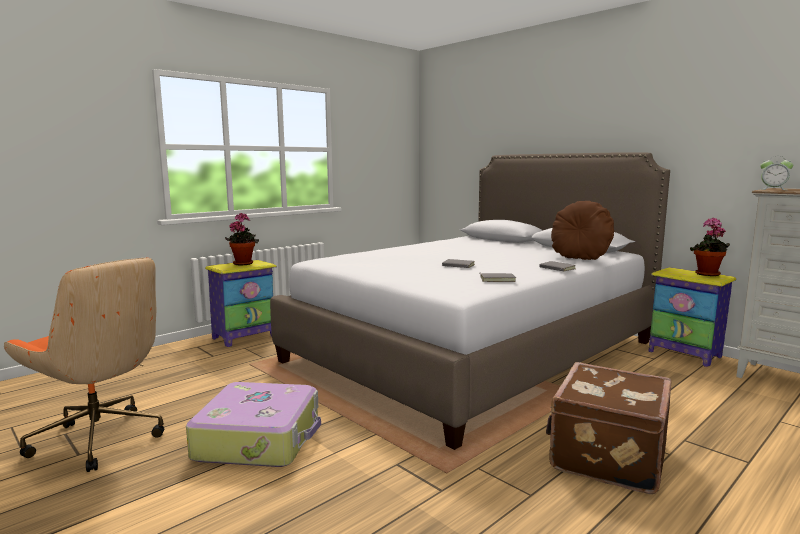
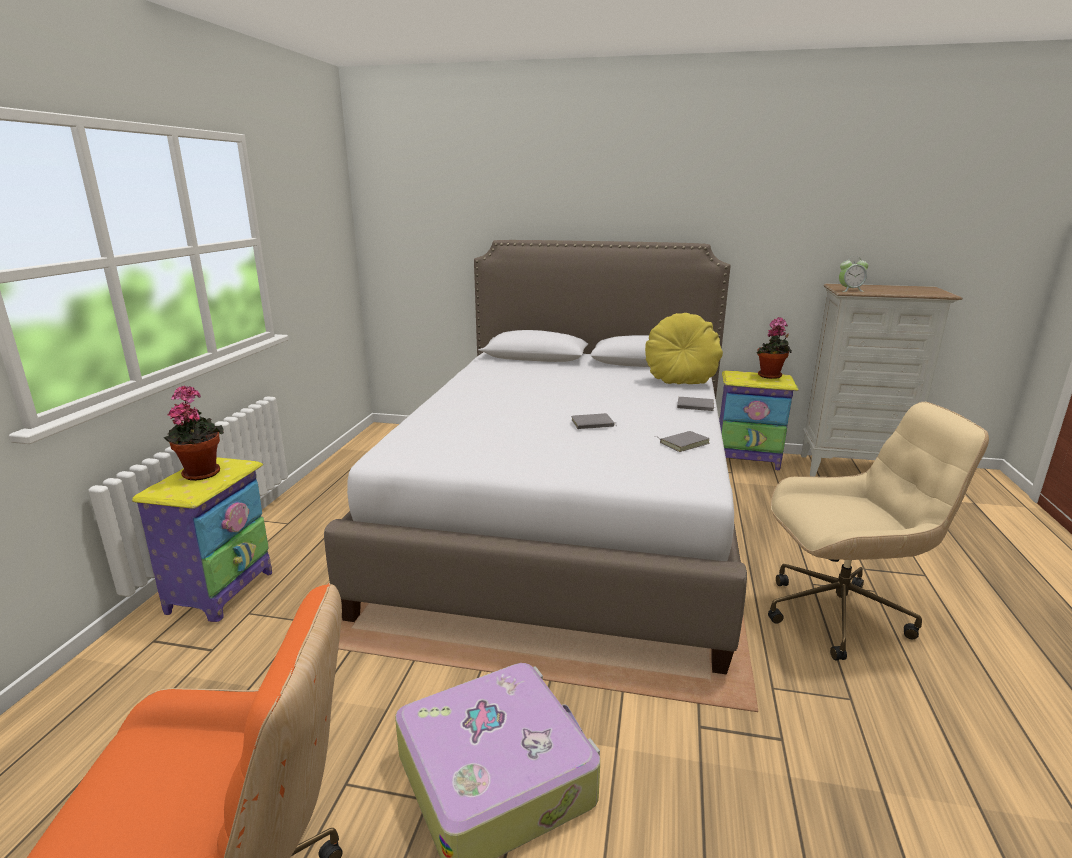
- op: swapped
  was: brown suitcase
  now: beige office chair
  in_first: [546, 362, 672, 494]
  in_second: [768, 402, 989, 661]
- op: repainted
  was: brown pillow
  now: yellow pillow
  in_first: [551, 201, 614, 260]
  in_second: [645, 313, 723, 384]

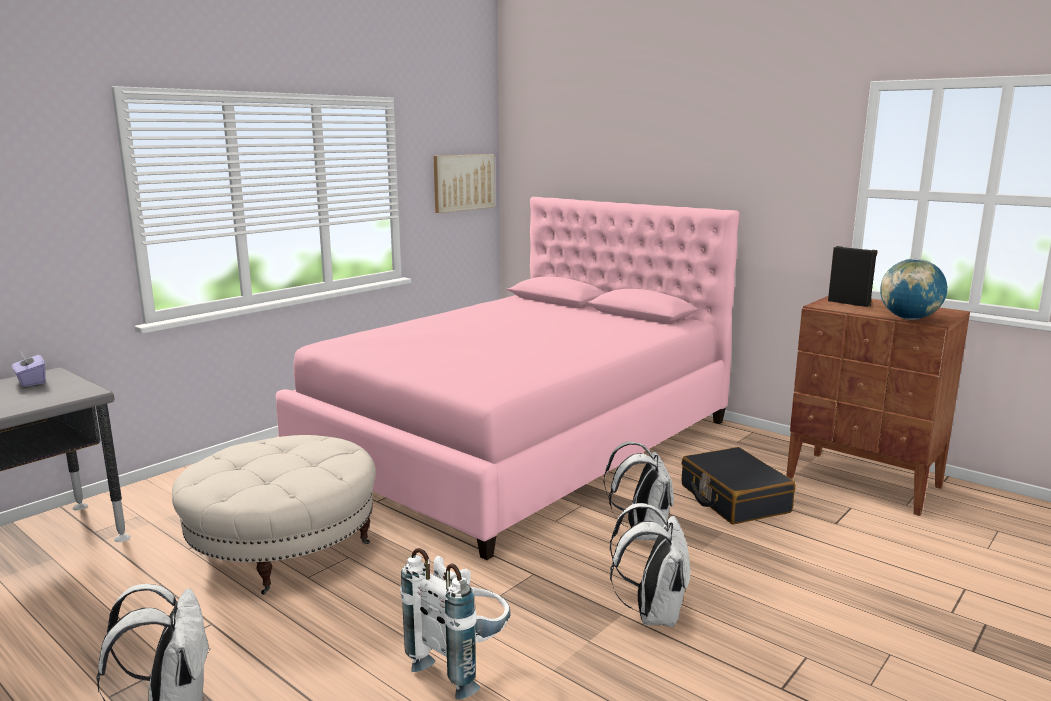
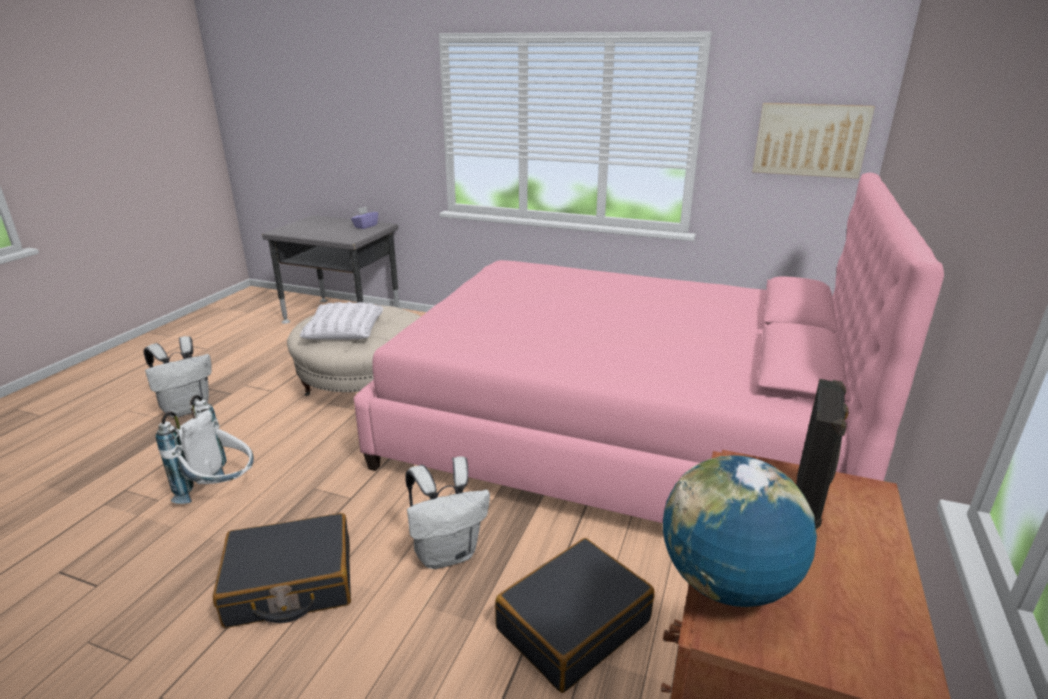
- op: swapped
  was: white backpack
  now: black suitcase
  in_first: [610, 503, 691, 628]
  in_second: [213, 513, 351, 628]
- op: new
  now: white pillow
  in_second: [300, 302, 383, 340]

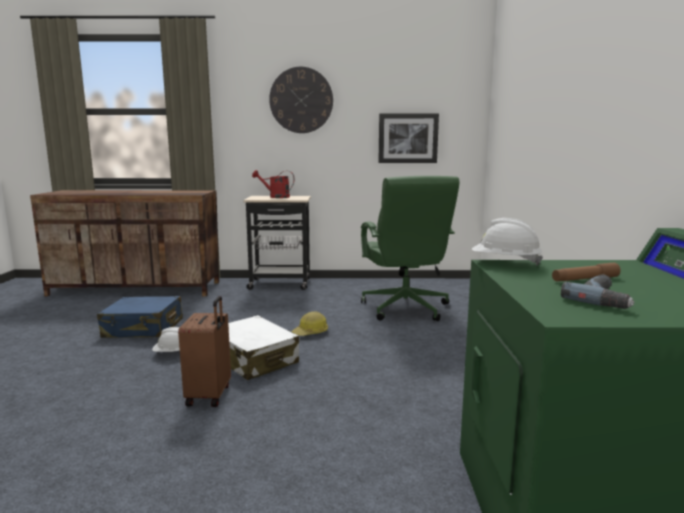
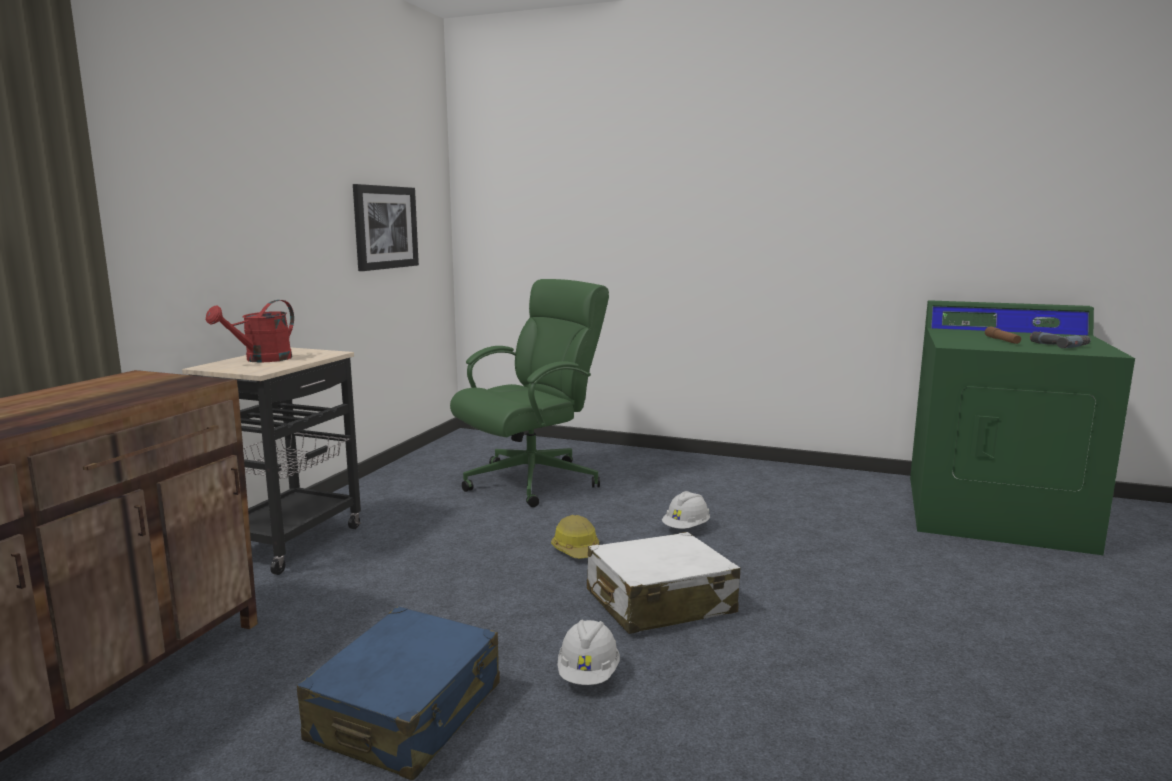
- op: gone
  was: brown suitcase
  in_first: [178, 296, 231, 407]
- op: gone
  was: wall clock
  in_first: [269, 67, 333, 133]
- op: rotated
  was: green office chair
  in_first: [361, 176, 460, 321]
  in_second: [450, 279, 609, 507]
  clockwise: -45
- op: shifted
  was: white hard hat
  in_first: [472, 218, 543, 265]
  in_second: [662, 491, 710, 529]

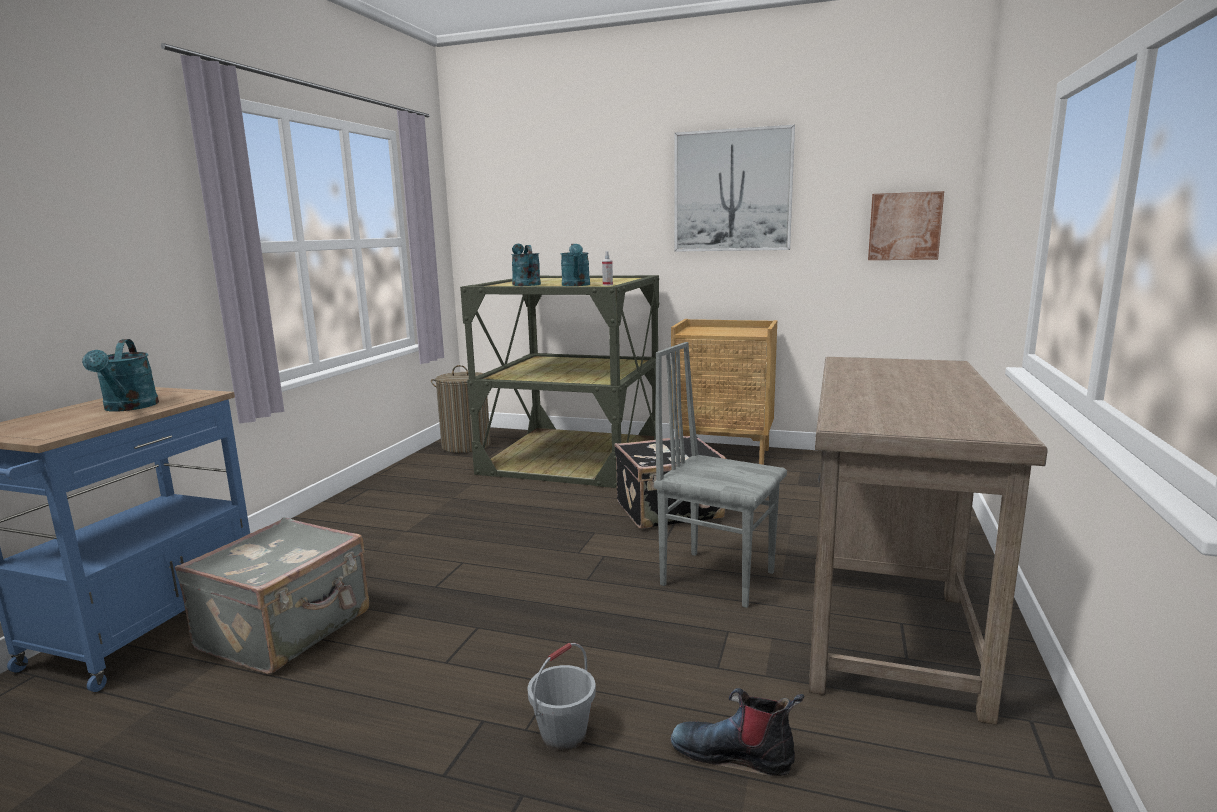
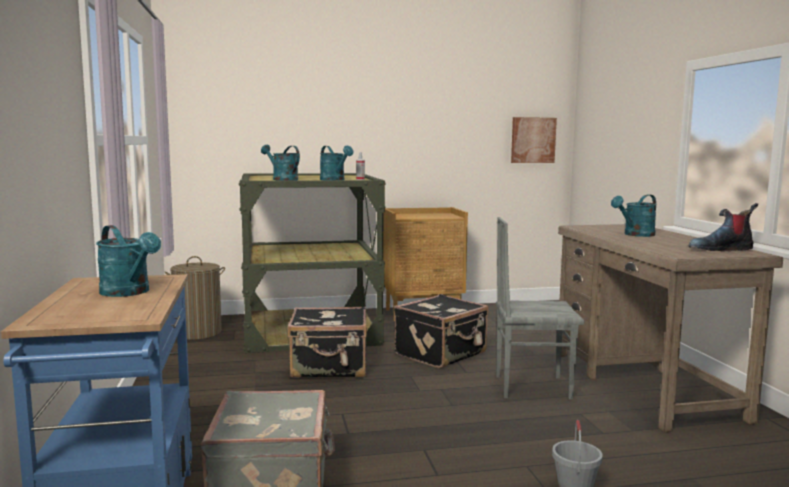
- op: shifted
  was: boot
  in_first: [671, 688, 804, 776]
  in_second: [688, 203, 758, 251]
- op: gone
  was: picture
  in_first: [675, 125, 795, 252]
- op: new
  now: black suitcase
  in_second: [287, 306, 367, 378]
- op: new
  now: turquoise watering can
  in_second: [611, 194, 657, 237]

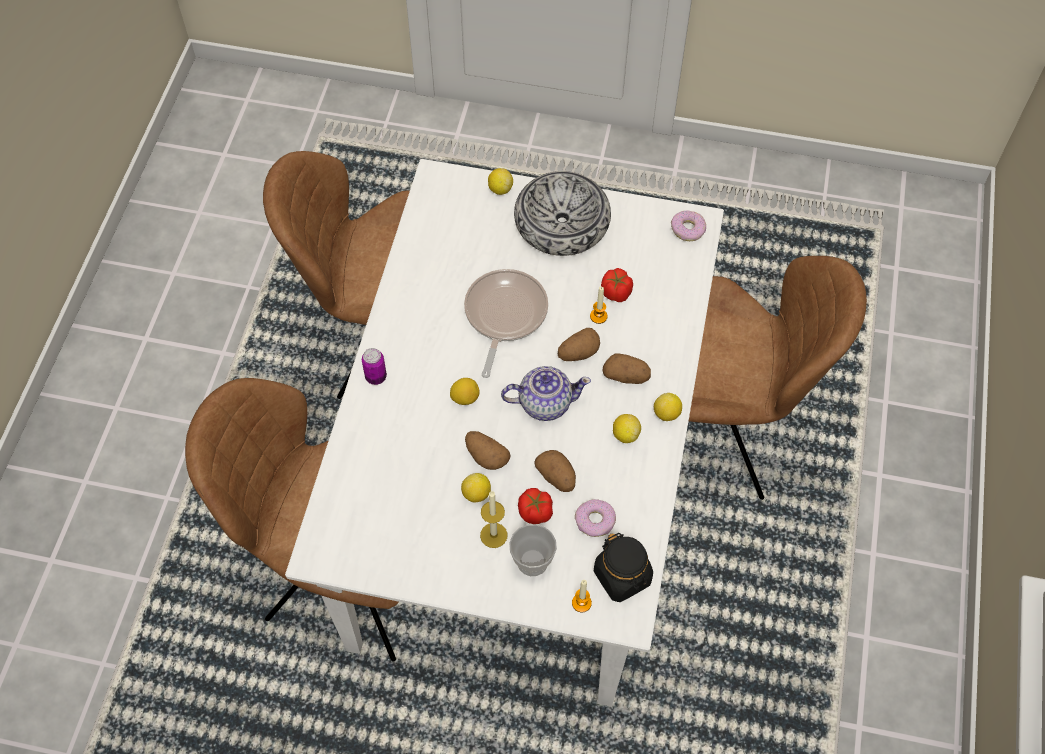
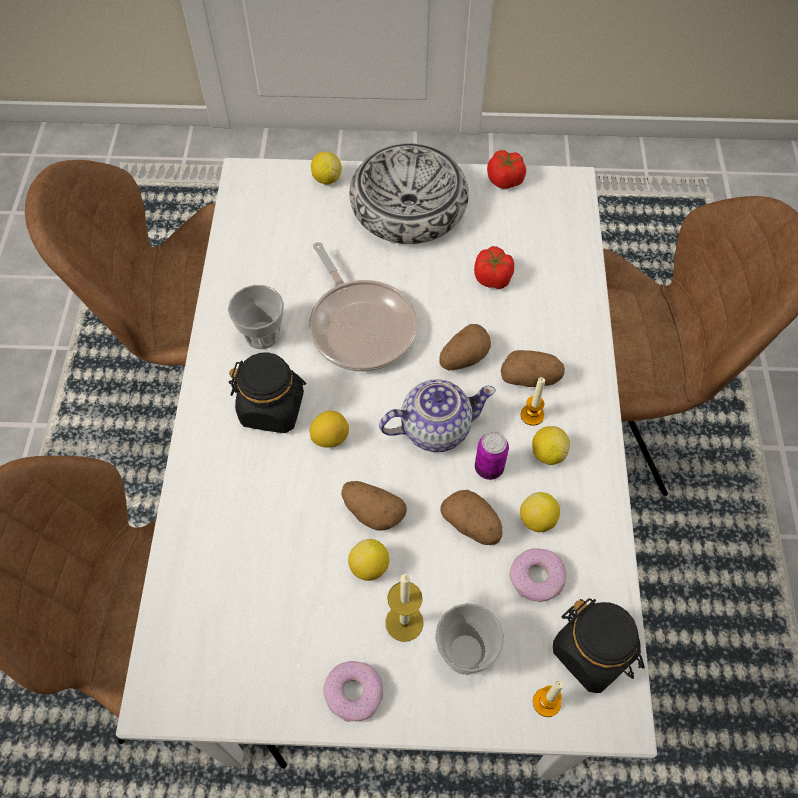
- op: shifted
  was: can
  in_first: [362, 348, 387, 385]
  in_second: [475, 431, 509, 480]
- op: rotated
  was: frying pan
  in_first: [464, 269, 548, 378]
  in_second: [309, 242, 417, 371]
  clockwise: 150
- op: shifted
  was: tomato
  in_first: [518, 488, 553, 524]
  in_second: [487, 150, 526, 189]
- op: shifted
  was: candle
  in_first: [590, 287, 608, 324]
  in_second: [521, 377, 545, 426]
- op: shifted
  was: lemon
  in_first: [654, 393, 682, 421]
  in_second: [520, 492, 560, 532]
- op: shifted
  was: donut
  in_first: [671, 210, 706, 241]
  in_second: [323, 661, 383, 722]
- op: new
  now: cup
  in_second: [228, 285, 284, 349]
- op: new
  now: black jar
  in_second: [229, 353, 306, 433]

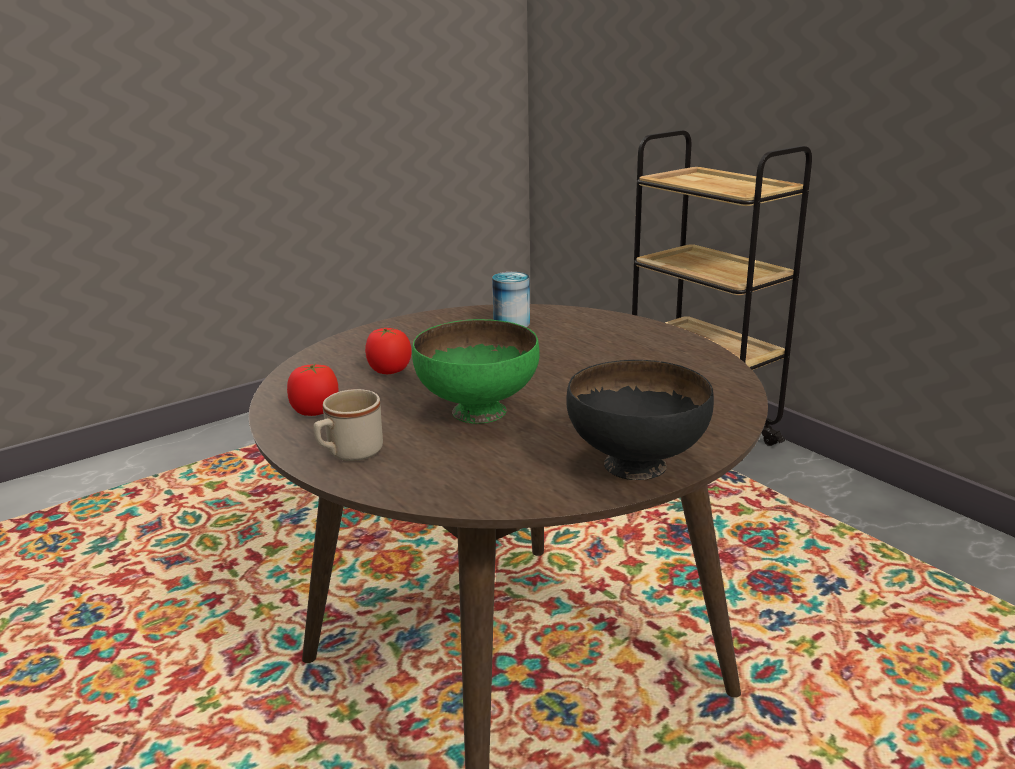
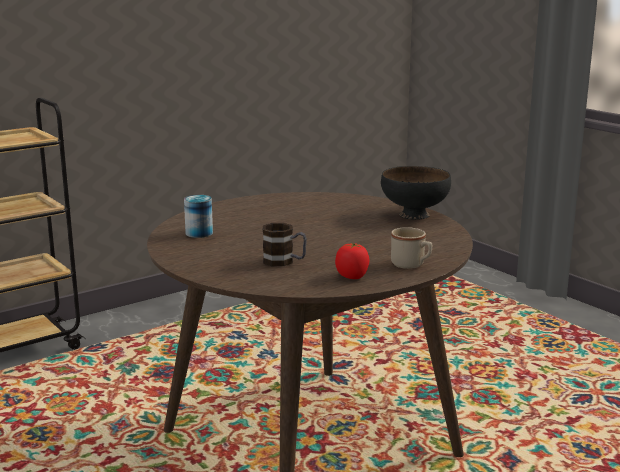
- op: swapped
  was: tomato
  now: mug
  in_first: [365, 328, 412, 374]
  in_second: [263, 223, 307, 266]
- op: gone
  was: green bowl
  in_first: [412, 319, 539, 424]

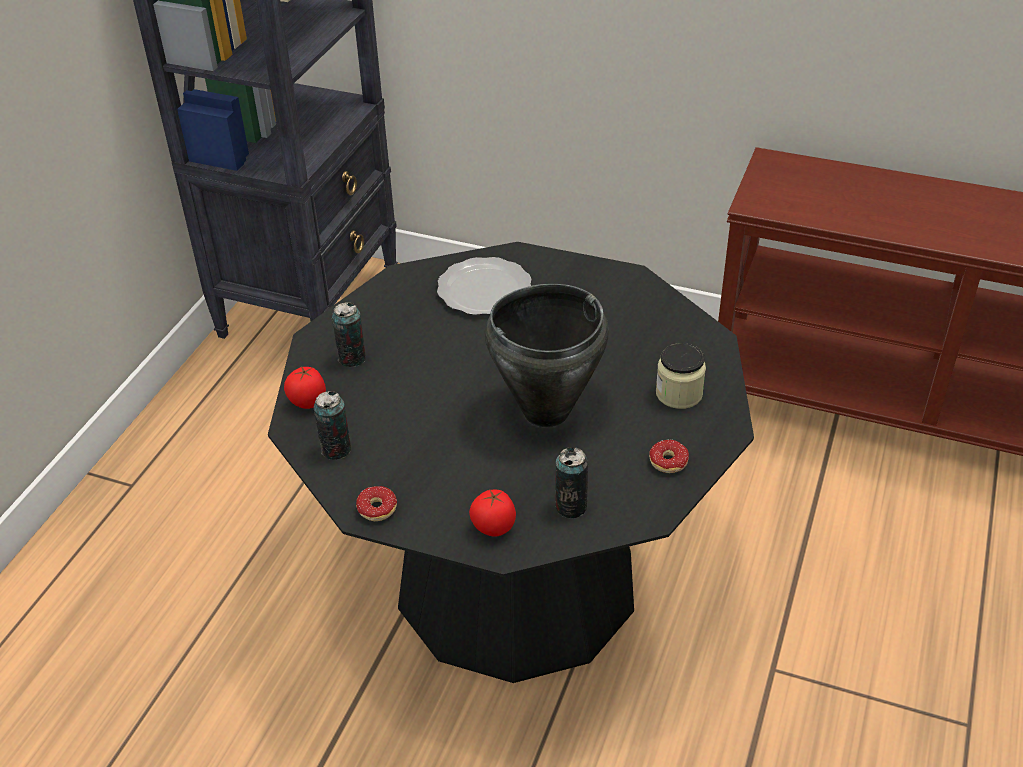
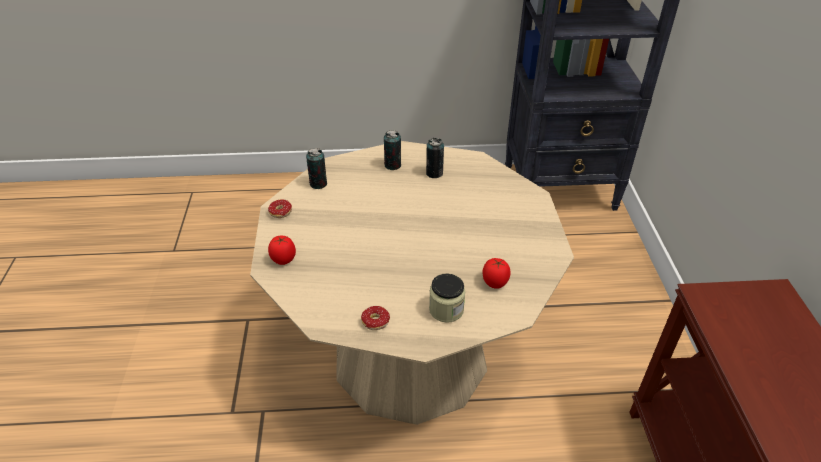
- op: repainted
  was: black dining table
  now: beige dining table
  in_first: [268, 242, 754, 683]
  in_second: [250, 141, 574, 425]
- op: shifted
  was: tomato
  in_first: [284, 366, 326, 409]
  in_second: [483, 258, 510, 289]
- op: gone
  was: plate
  in_first: [437, 257, 532, 315]
- op: gone
  was: black cooking pot
  in_first: [485, 284, 609, 427]
- op: shifted
  was: can
  in_first: [555, 447, 588, 518]
  in_second: [426, 138, 444, 178]

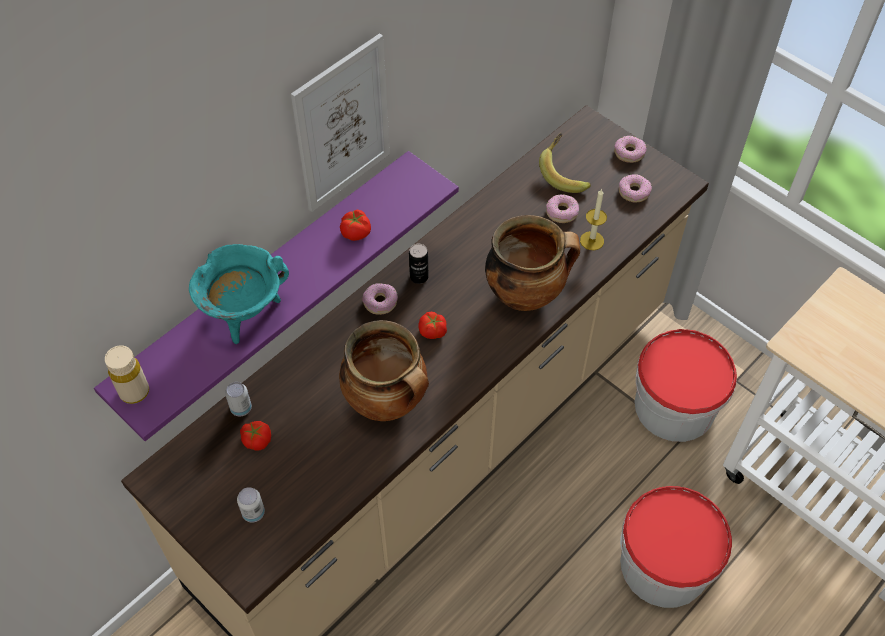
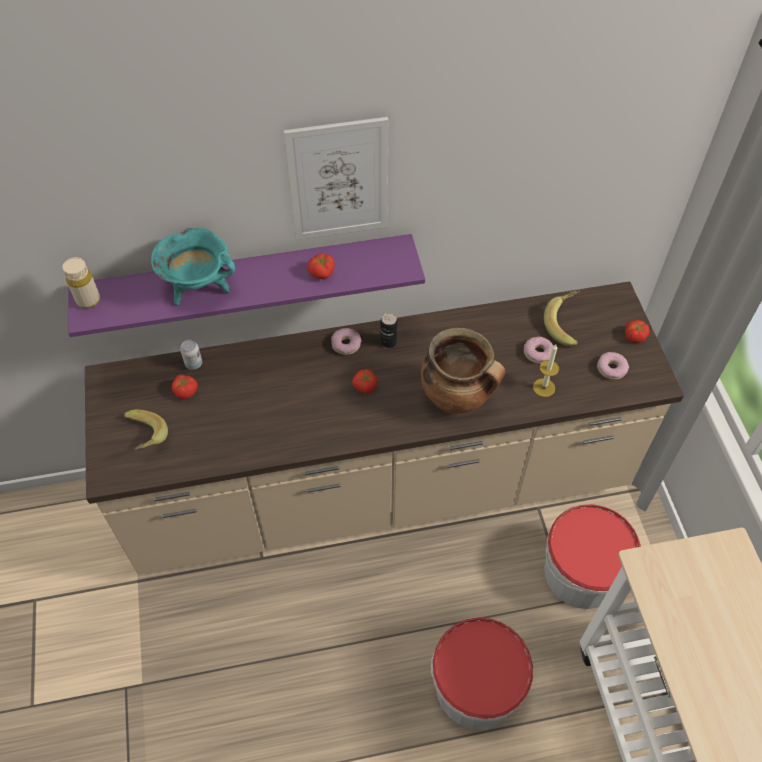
- op: swapped
  was: can
  now: banana
  in_first: [237, 487, 265, 523]
  in_second: [124, 409, 168, 450]
- op: gone
  was: cooking pot
  in_first: [339, 320, 429, 421]
- op: swapped
  was: donut
  now: tomato
  in_first: [614, 136, 646, 163]
  in_second: [625, 320, 649, 343]

